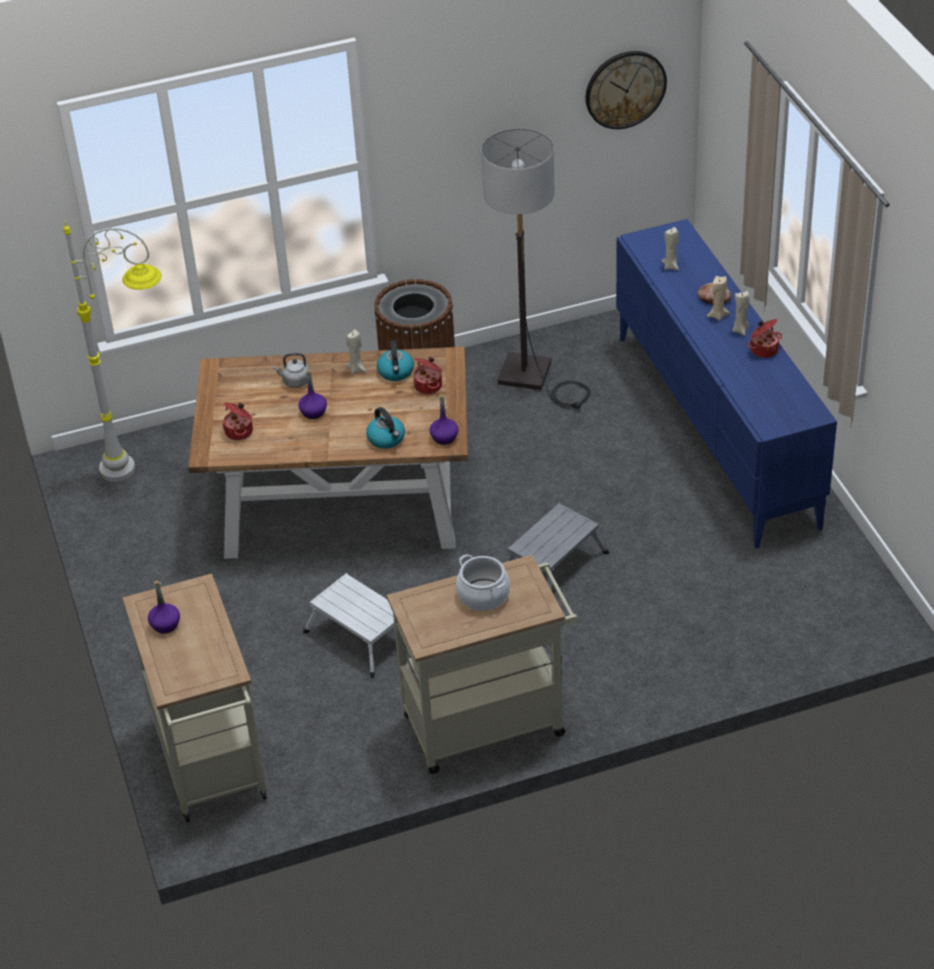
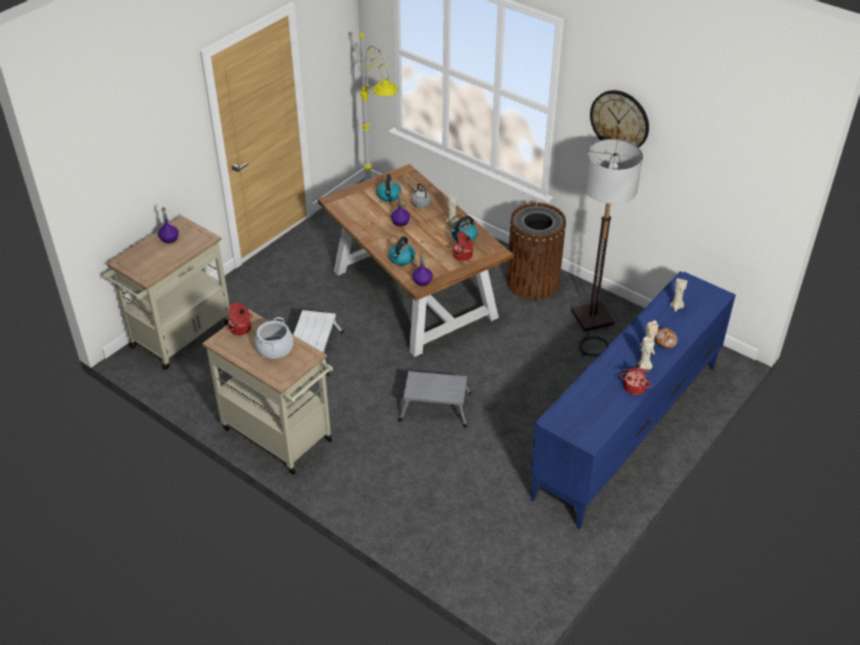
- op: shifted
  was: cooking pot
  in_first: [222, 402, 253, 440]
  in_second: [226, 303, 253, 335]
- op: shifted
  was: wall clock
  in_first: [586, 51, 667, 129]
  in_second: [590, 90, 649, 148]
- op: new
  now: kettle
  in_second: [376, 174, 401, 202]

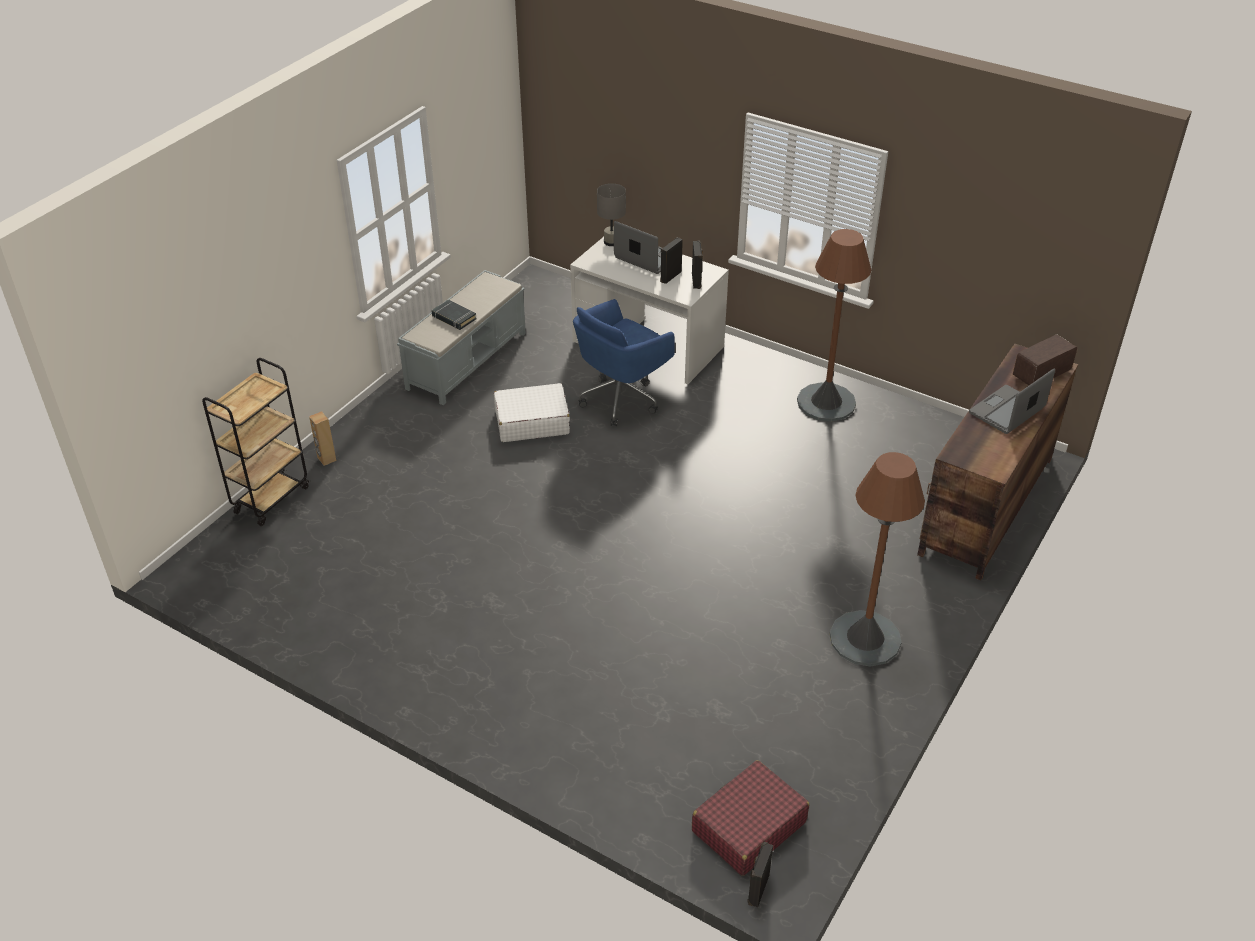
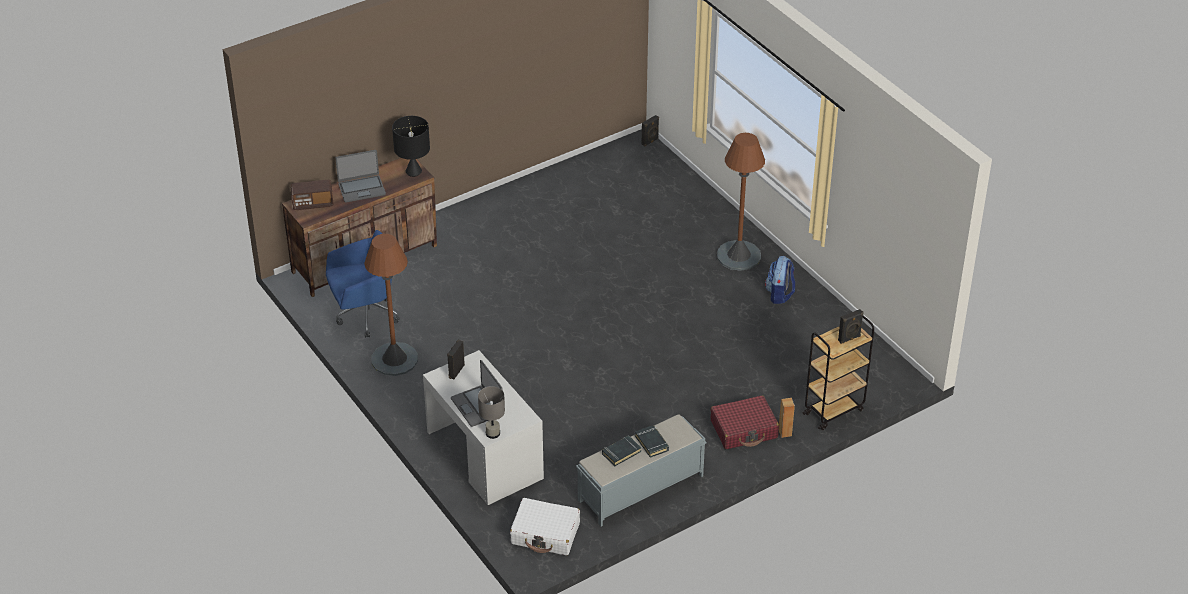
- op: shifted
  was: white suitcase
  in_first: [494, 383, 570, 442]
  in_second: [510, 498, 580, 555]
- op: shifted
  was: blue office chair
  in_first: [573, 299, 675, 426]
  in_second: [326, 230, 400, 337]
- op: shifted
  was: black speaker
  in_first: [660, 237, 683, 284]
  in_second: [838, 309, 863, 344]
- op: shifted
  was: red suitcase
  in_first: [692, 760, 809, 876]
  in_second: [711, 395, 779, 449]
- op: shifted
  was: brown floor lamp
  in_first: [830, 452, 925, 667]
  in_second: [717, 133, 765, 271]
- op: new
  now: black table lamp
  in_second: [392, 116, 430, 177]
- op: new
  now: black book
  in_second: [602, 435, 642, 466]
- op: new
  now: backpack
  in_second: [765, 256, 795, 304]

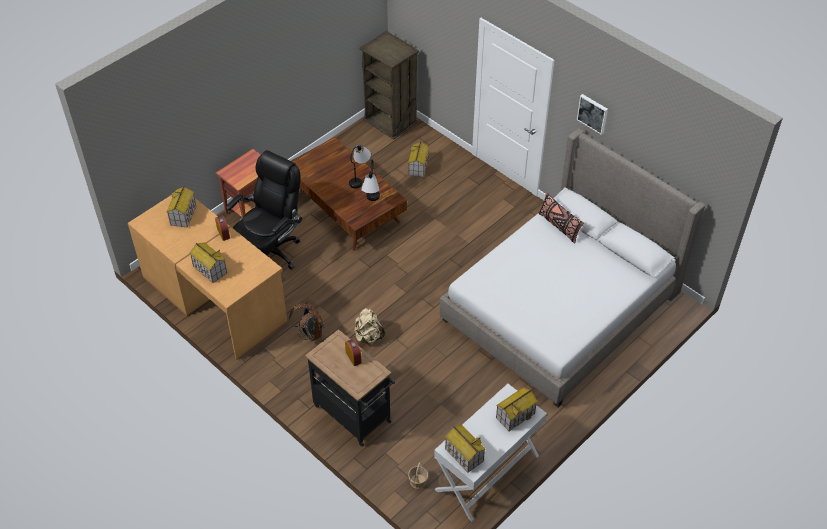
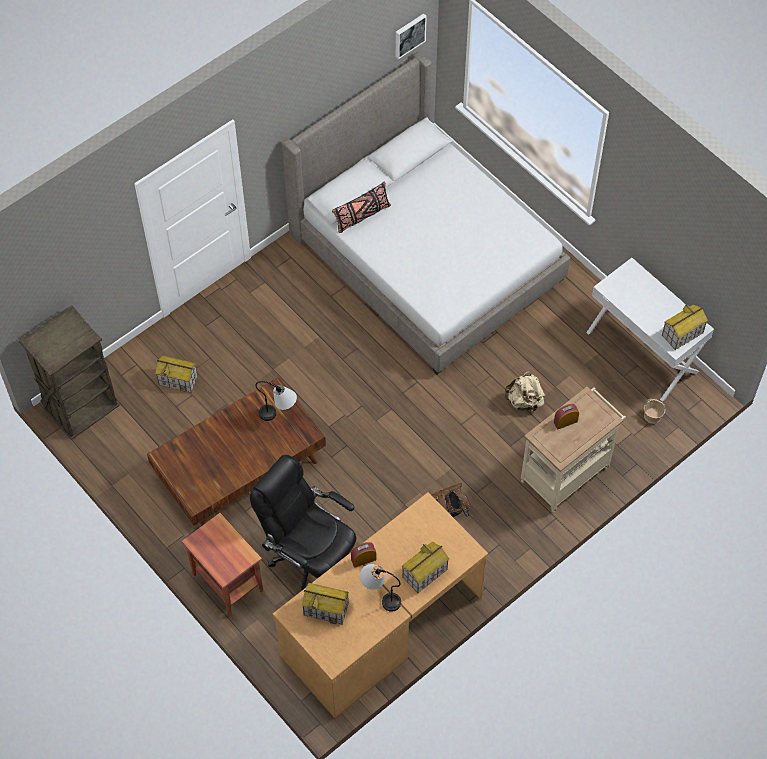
- op: repainted
  was: black cart
  now: beige cart
  in_first: [305, 329, 395, 447]
  in_second: [521, 387, 626, 512]
- op: shifted
  was: table lamp
  in_first: [349, 145, 371, 188]
  in_second: [360, 564, 401, 612]
- op: shifted
  was: beige backpack
  in_first: [354, 308, 385, 344]
  in_second: [505, 371, 545, 411]
- op: gone
  was: toy house
  in_first: [496, 387, 538, 432]
- op: shifted
  was: picture
  in_first: [577, 94, 608, 135]
  in_second: [396, 14, 427, 59]

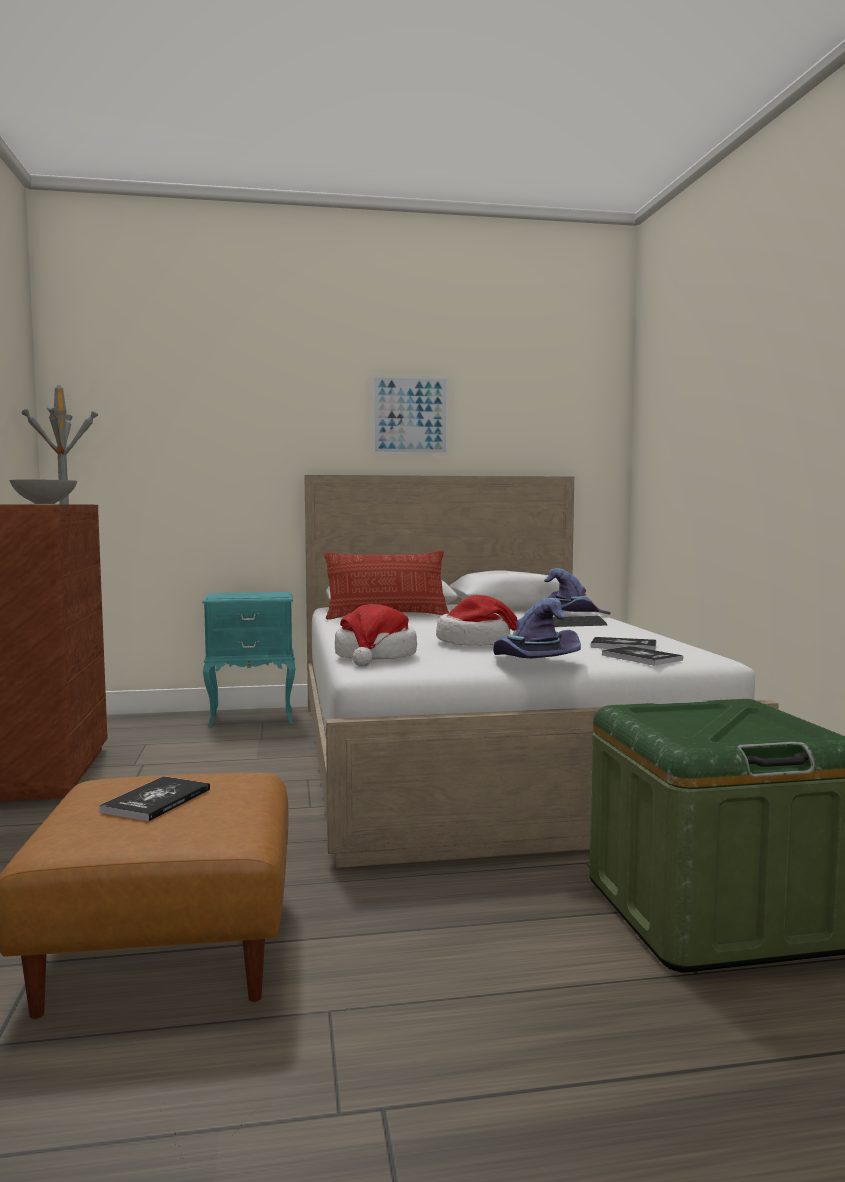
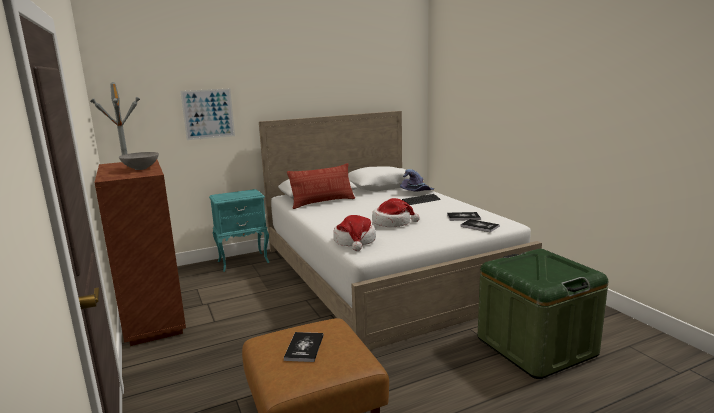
- op: shifted
  was: picture
  in_first: [372, 375, 449, 455]
  in_second: [180, 89, 235, 140]
- op: gone
  was: purple hat
  in_first: [493, 598, 581, 659]

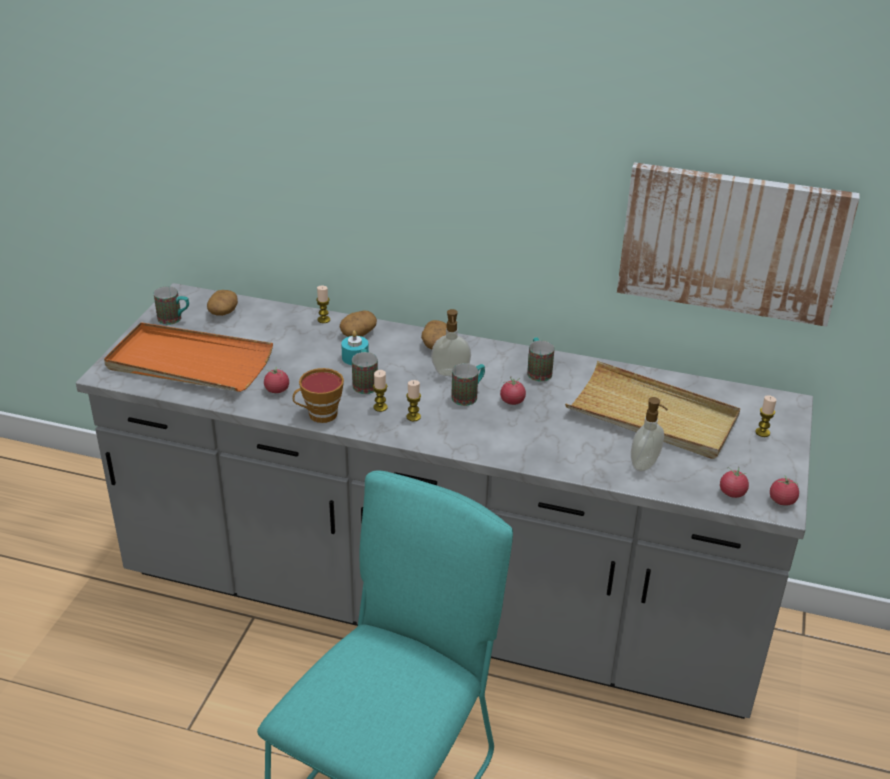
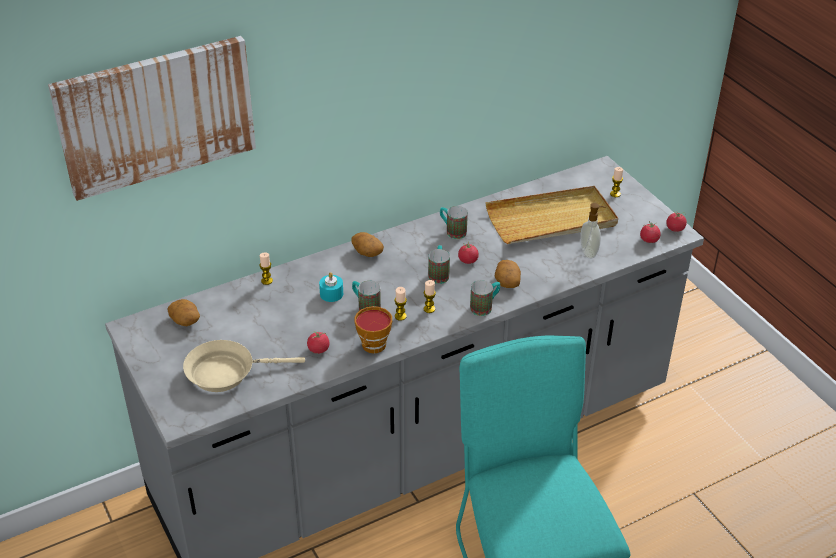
- op: swapped
  was: orange tray
  now: beige frying pan
  in_first: [104, 322, 273, 392]
  in_second: [183, 340, 305, 392]
- op: shifted
  was: mug
  in_first: [154, 286, 189, 325]
  in_second: [470, 280, 500, 316]
- op: shifted
  was: potato
  in_first: [340, 311, 377, 337]
  in_second: [495, 260, 521, 288]
- op: gone
  was: soap dispenser
  in_first: [431, 309, 471, 376]
- op: shifted
  was: picture
  in_first: [617, 162, 859, 327]
  in_second: [48, 36, 256, 201]

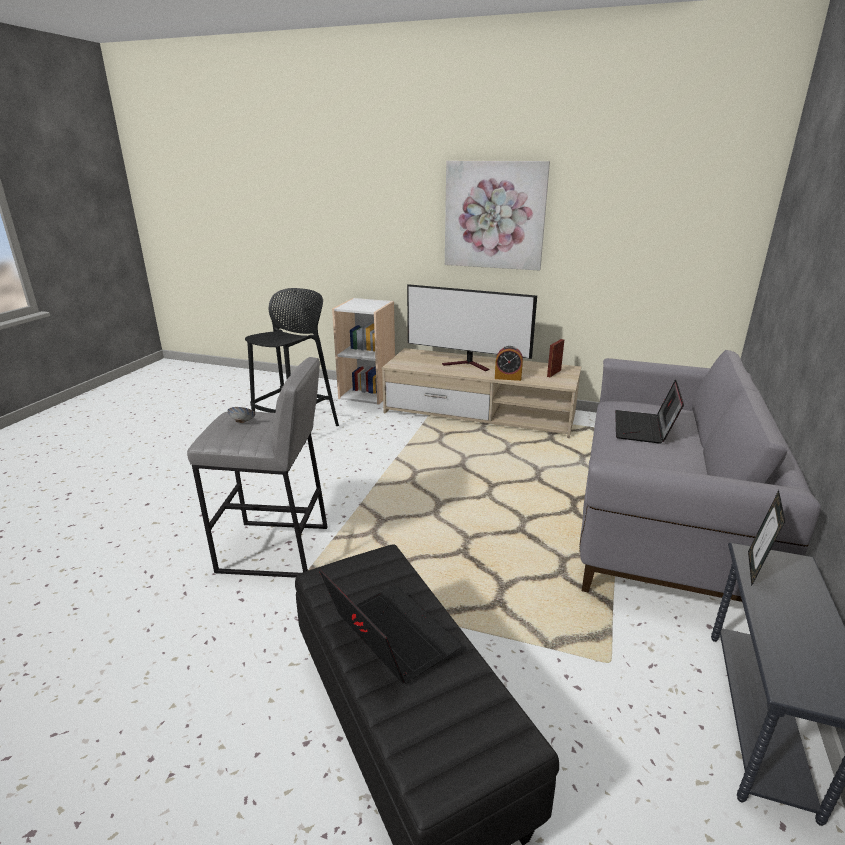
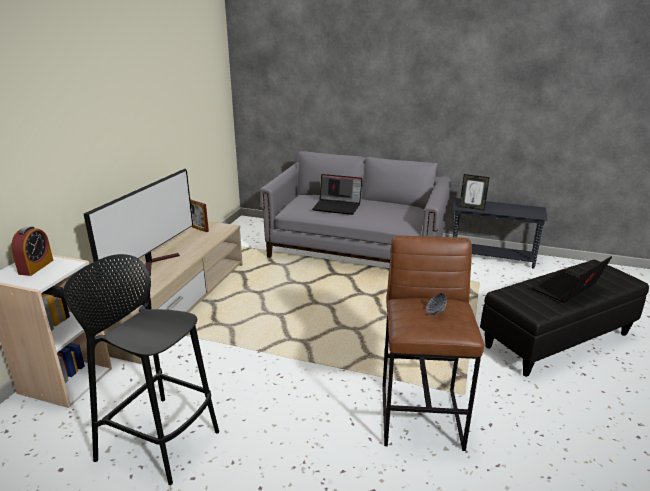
- op: repainted
  was: grey stool
  now: brown stool
  in_first: [187, 357, 327, 578]
  in_second: [382, 236, 484, 451]
- op: gone
  was: picture
  in_first: [445, 161, 550, 271]
- op: shifted
  was: alarm clock
  in_first: [495, 346, 523, 381]
  in_second: [11, 226, 53, 276]

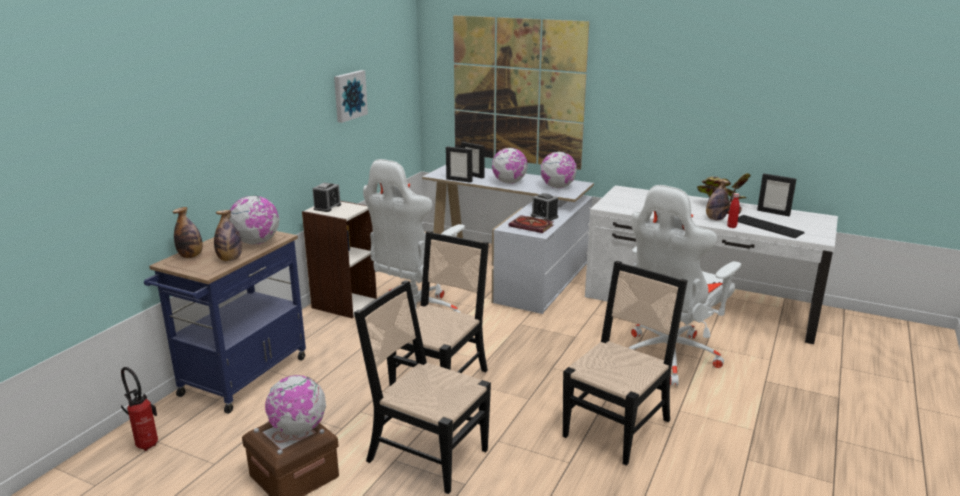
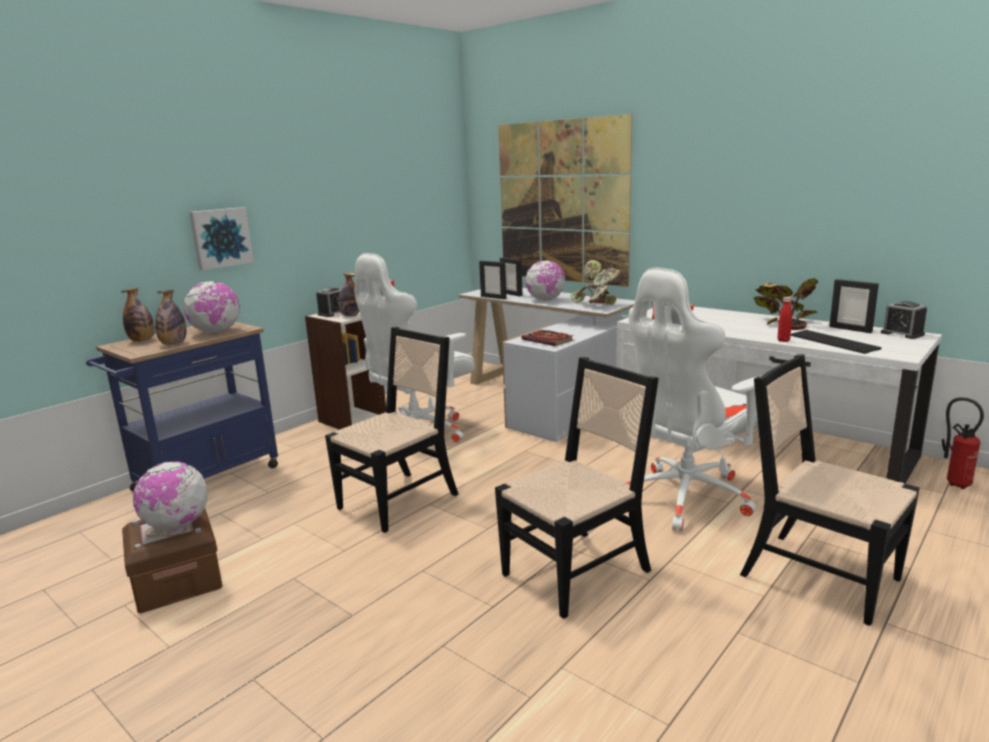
- op: shifted
  was: fire extinguisher
  in_first: [121, 367, 158, 451]
  in_second: [942, 397, 984, 489]
- op: shifted
  was: picture
  in_first: [334, 70, 368, 123]
  in_second: [189, 207, 254, 270]
- op: shifted
  was: chair
  in_first: [354, 280, 491, 494]
  in_second: [740, 354, 920, 626]
- op: shifted
  was: alarm clock
  in_first: [531, 193, 558, 221]
  in_second: [881, 301, 927, 339]
- op: swapped
  was: globe
  now: potted plant
  in_first: [540, 152, 577, 188]
  in_second: [570, 260, 620, 305]
- op: shifted
  was: bottle
  in_first: [706, 179, 729, 221]
  in_second: [338, 273, 359, 317]

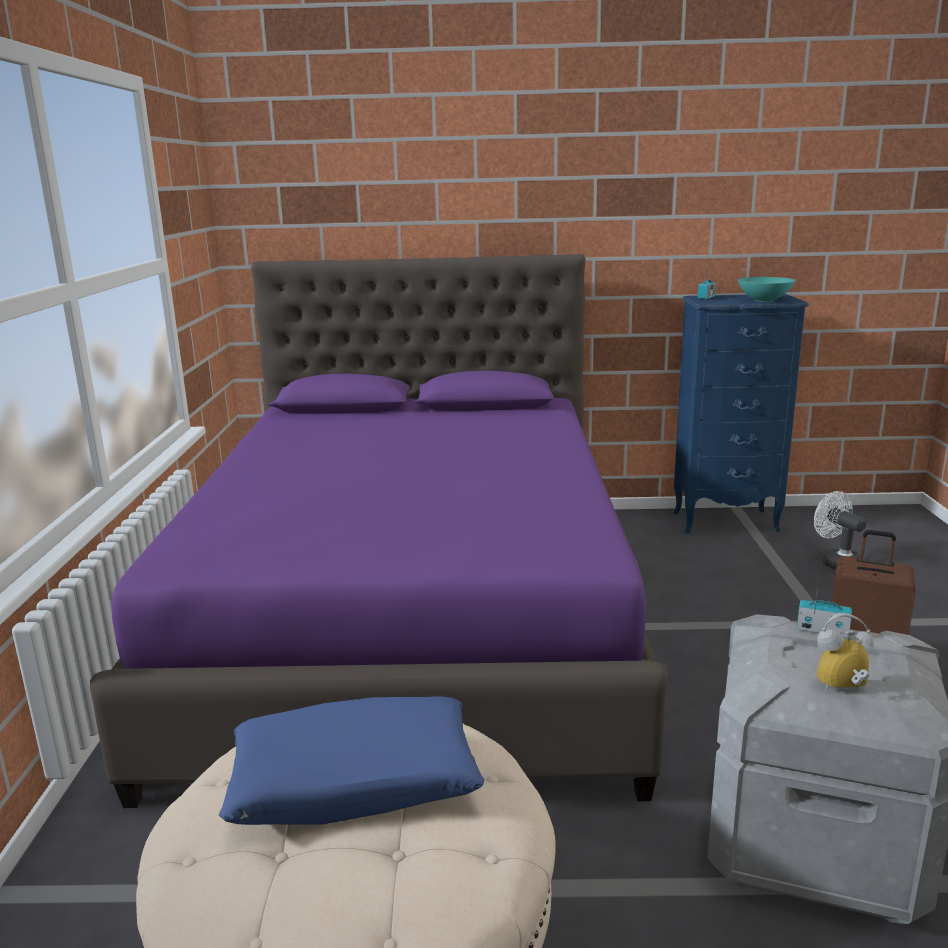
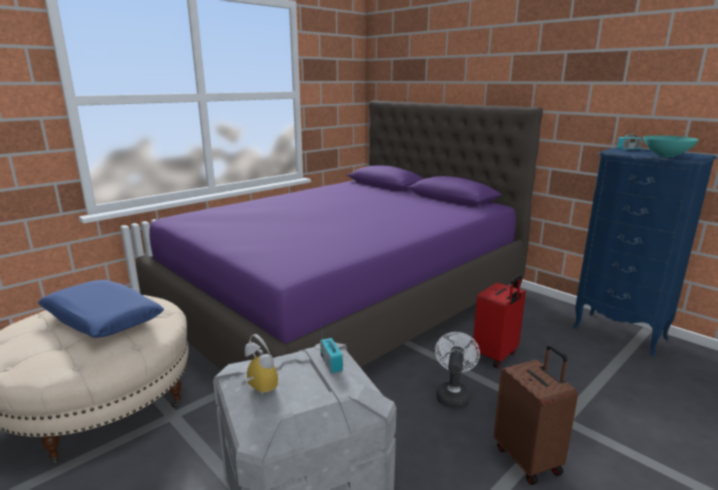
- op: shifted
  was: white fan
  in_first: [814, 491, 867, 570]
  in_second: [435, 332, 480, 408]
- op: new
  now: red suitcase
  in_second: [473, 275, 526, 368]

